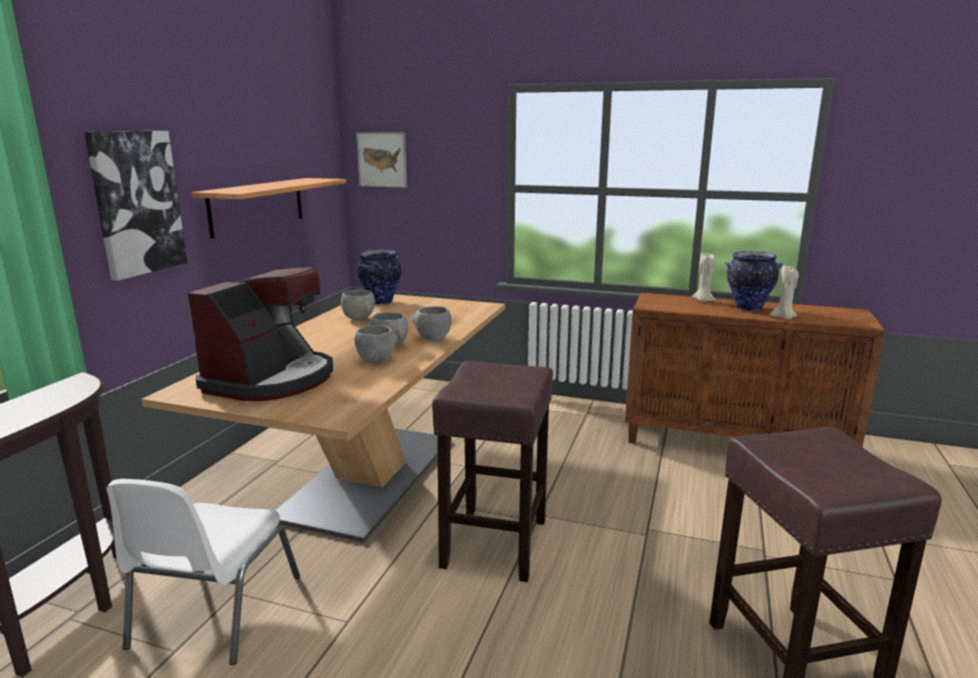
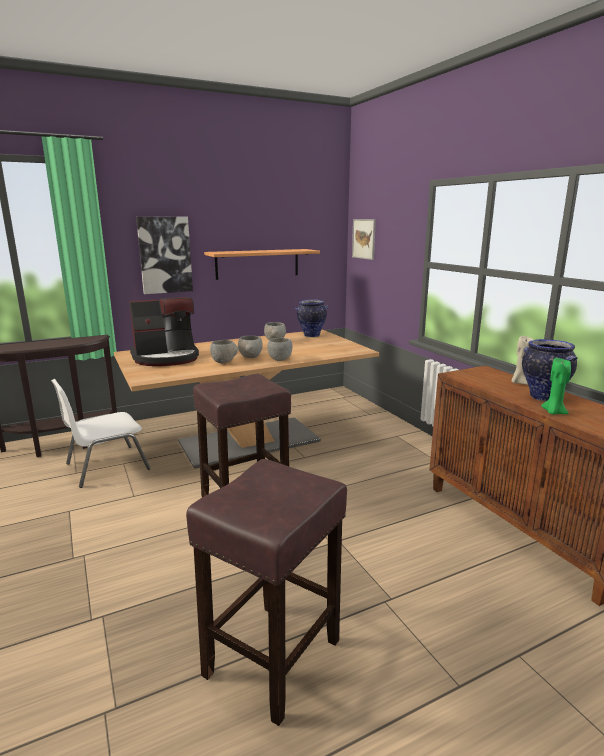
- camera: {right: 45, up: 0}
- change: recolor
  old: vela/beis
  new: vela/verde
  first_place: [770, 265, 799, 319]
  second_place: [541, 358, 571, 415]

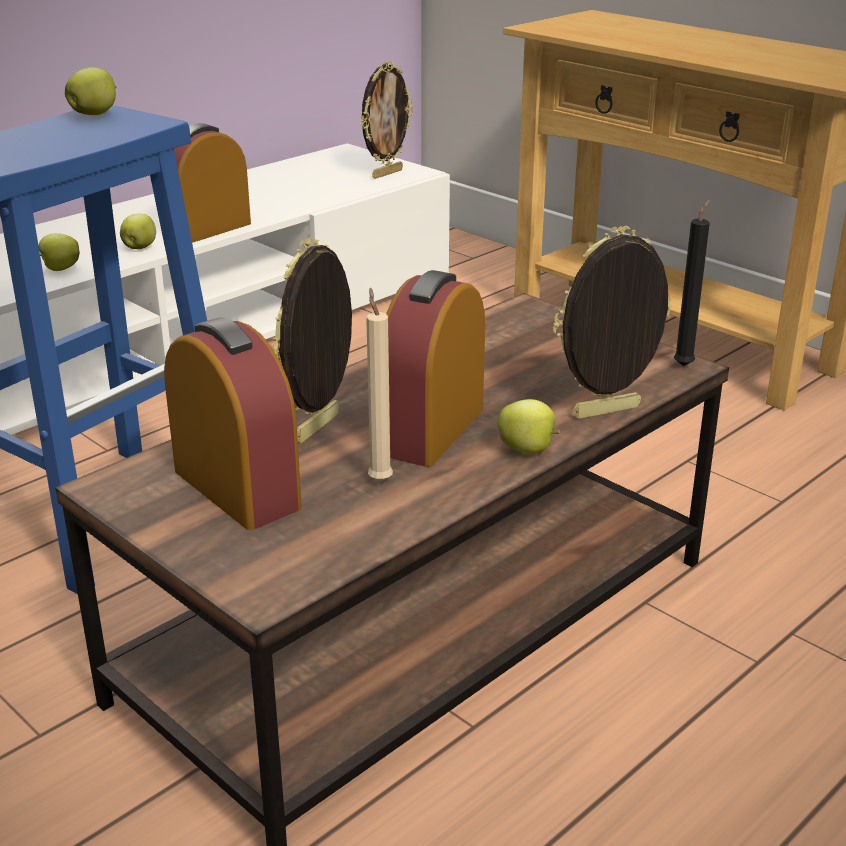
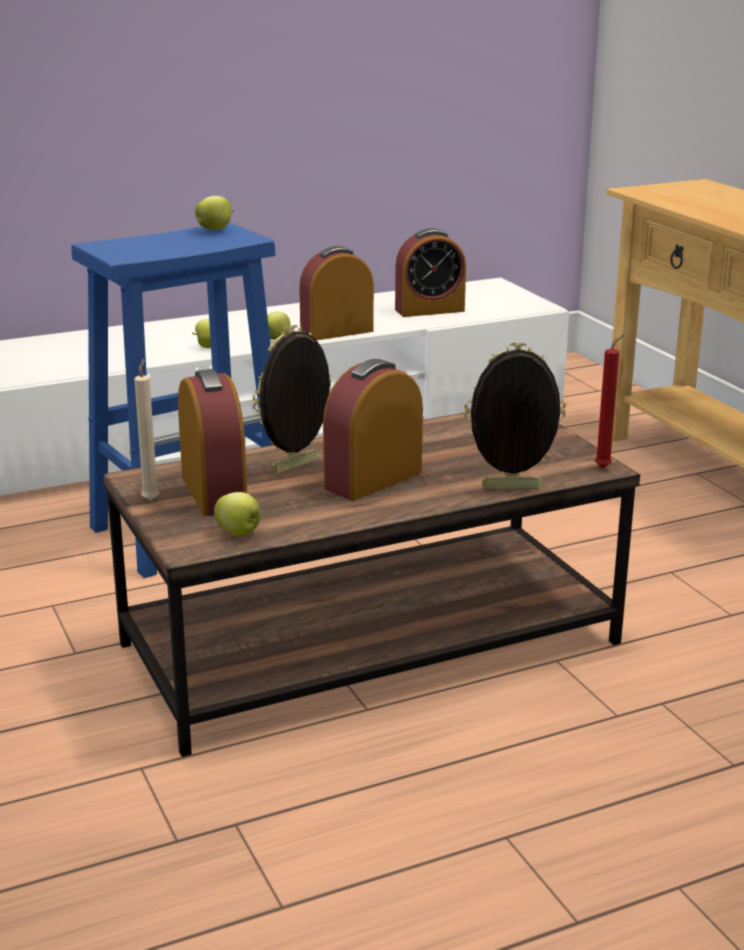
- camera: {right: 20, up: -5}
- change: delete
  old: portarretratos
  first_place: [361, 61, 414, 179]
- change: move
  old: vela/beis
  first_place: [366, 288, 393, 482]
  second_place: [134, 358, 159, 501]
- change: move
  old: manzana
  first_place: [498, 399, 560, 454]
  second_place: [214, 492, 261, 536]
- change: recolor
  old: vela/negro
  new: vela/rojo
  first_place: [674, 199, 710, 366]
  second_place: [595, 335, 624, 468]
- change: insert
  new: despertador
  second_place: [395, 228, 466, 317]

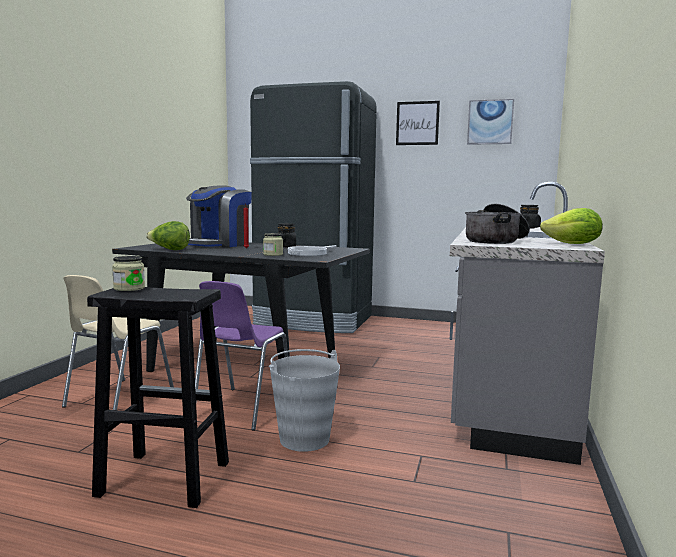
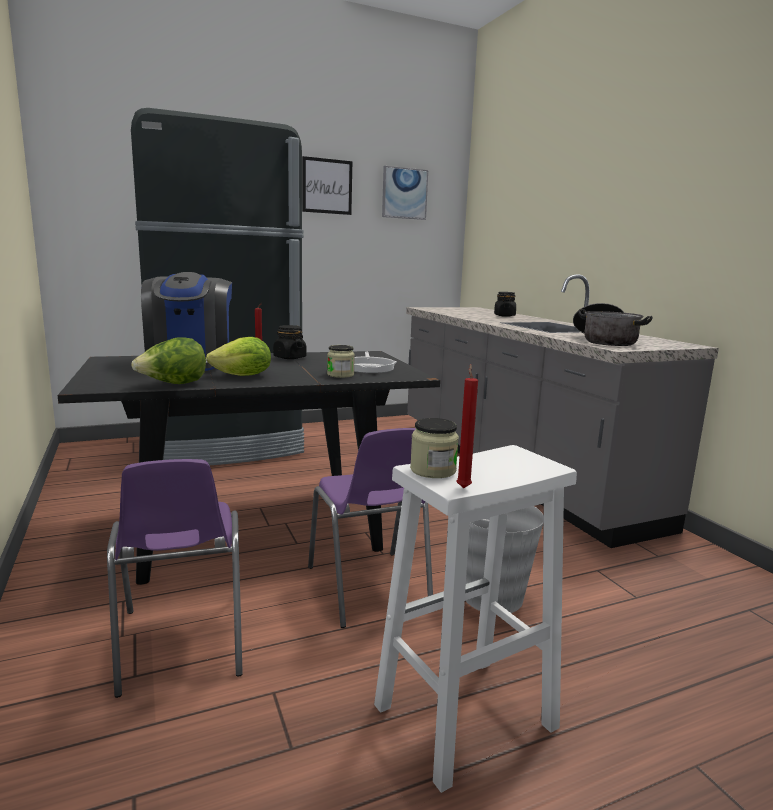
- camera: {right: -40, up: 5}
- change: recolor
  old: silla/beis
  new: silla/morado
  first_place: [62, 275, 174, 410]
  second_place: [107, 459, 243, 698]
- change: recolor
  old: taburete/negro
  new: taburete/blanco
  first_place: [87, 287, 229, 508]
  second_place: [374, 445, 577, 793]
- change: move
  old: lechuga
  first_place: [540, 208, 603, 244]
  second_place: [206, 337, 271, 376]
- change: insert
  new: vela/rojo
  second_place: [456, 364, 478, 488]

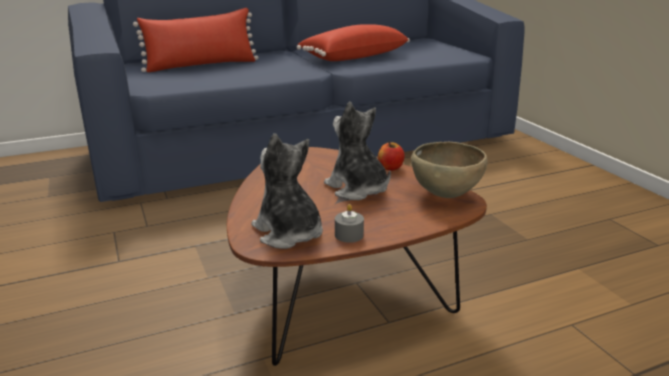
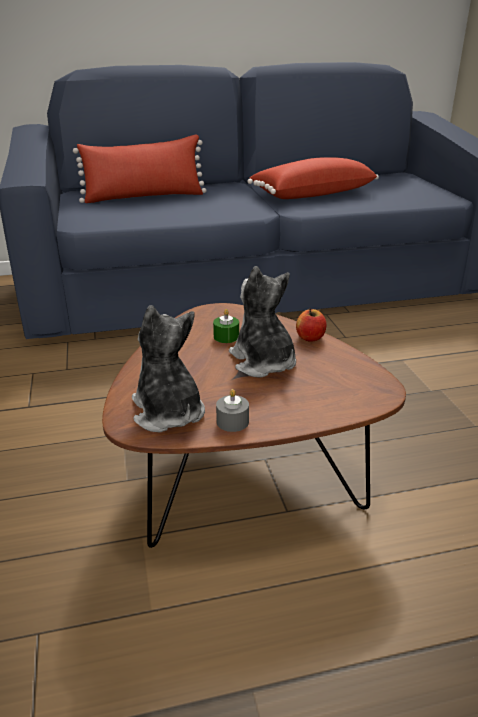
- camera: {right: 10, up: 5}
- change: delete
  old: cuenco/marrón
  first_place: [411, 142, 488, 198]
- change: insert
  new: vela/verde
  second_place: [213, 309, 239, 343]

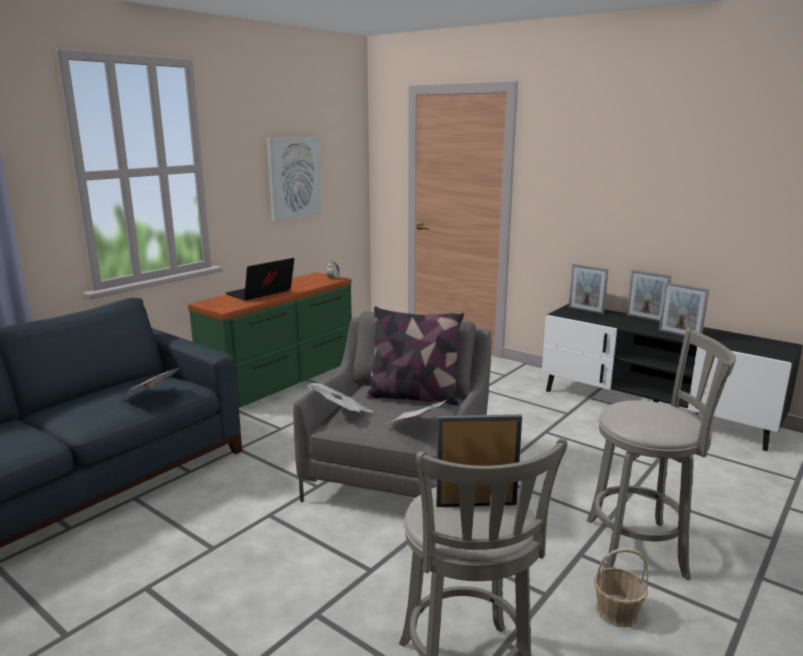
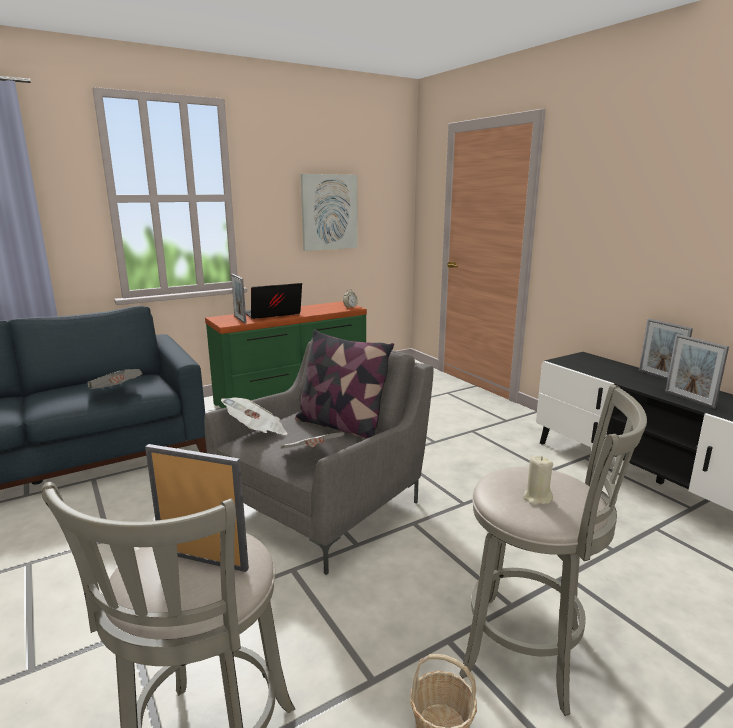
- camera: {right: 20, up: 0}
- change: move
  old: portarretratos
  first_place: [569, 264, 608, 315]
  second_place: [231, 274, 246, 323]
- change: insert
  new: vela/beis
  second_place: [523, 456, 553, 505]

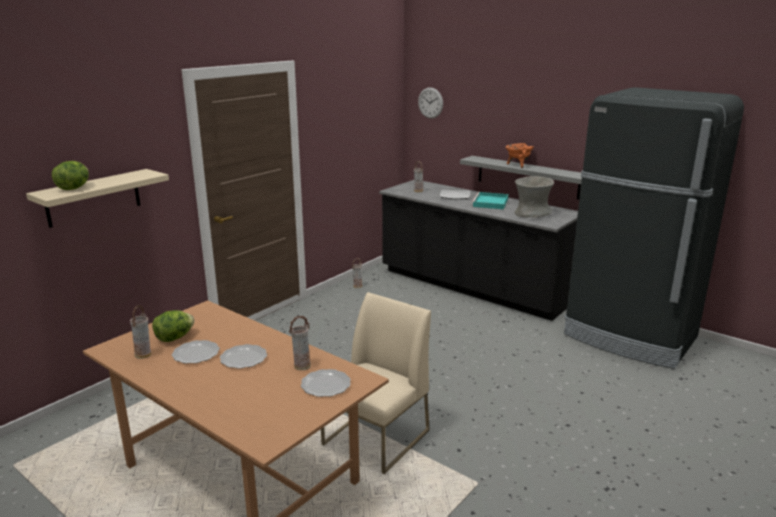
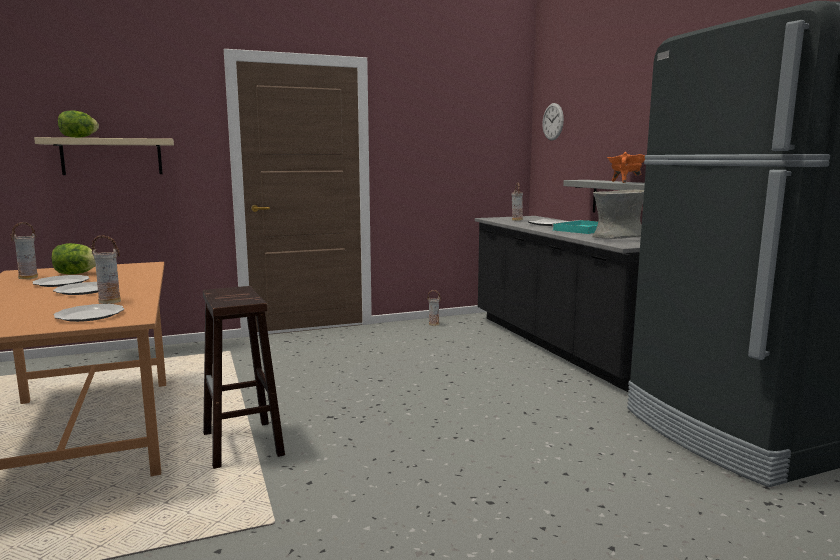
- camera: {right: 30, up: -10}
- change: replace
  old: silla/beis
  new: taburete/marrón
  first_place: [321, 292, 431, 474]
  second_place: [203, 286, 285, 469]

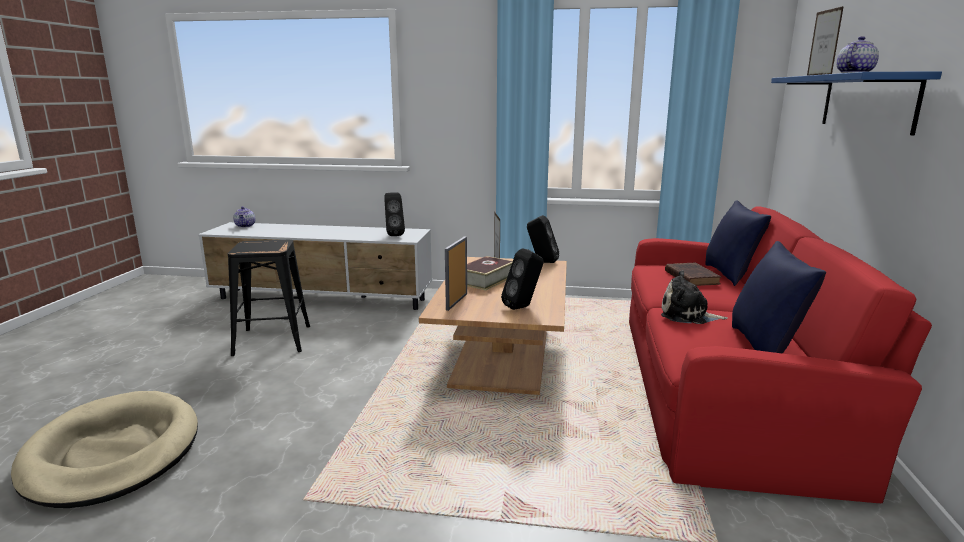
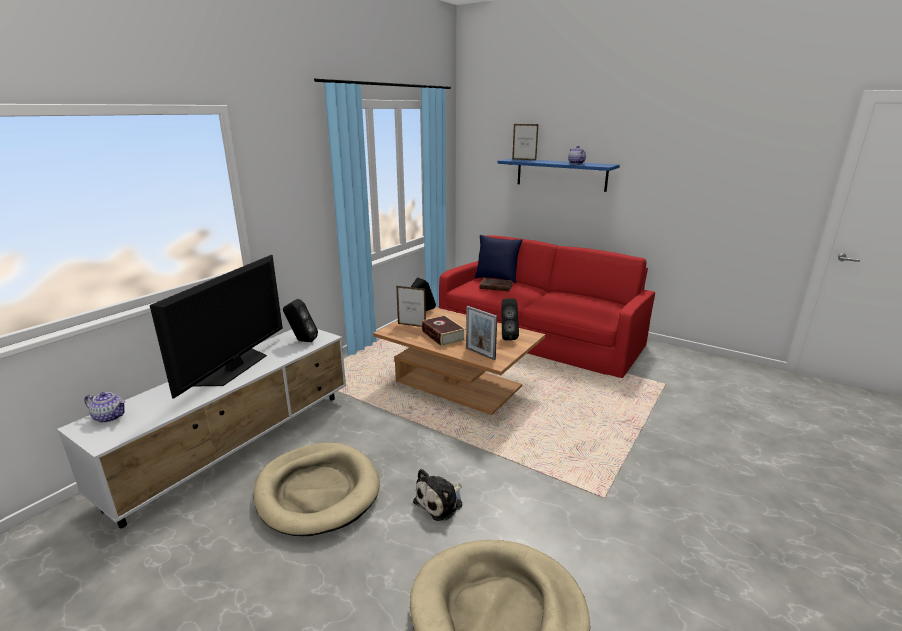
- camera: {right: -65, up: 5}
- change: replace
  old: taburete/negro
  new: cama para perro/beis
  first_place: [228, 240, 310, 356]
  second_place: [253, 443, 380, 536]
- change: move
  old: peluche
  first_place: [661, 270, 728, 324]
  second_place: [413, 469, 463, 521]
- change: delete
  old: cojín/azul
  first_place: [732, 241, 826, 354]
- change: insert
  new: televisor
  second_place: [150, 255, 283, 399]

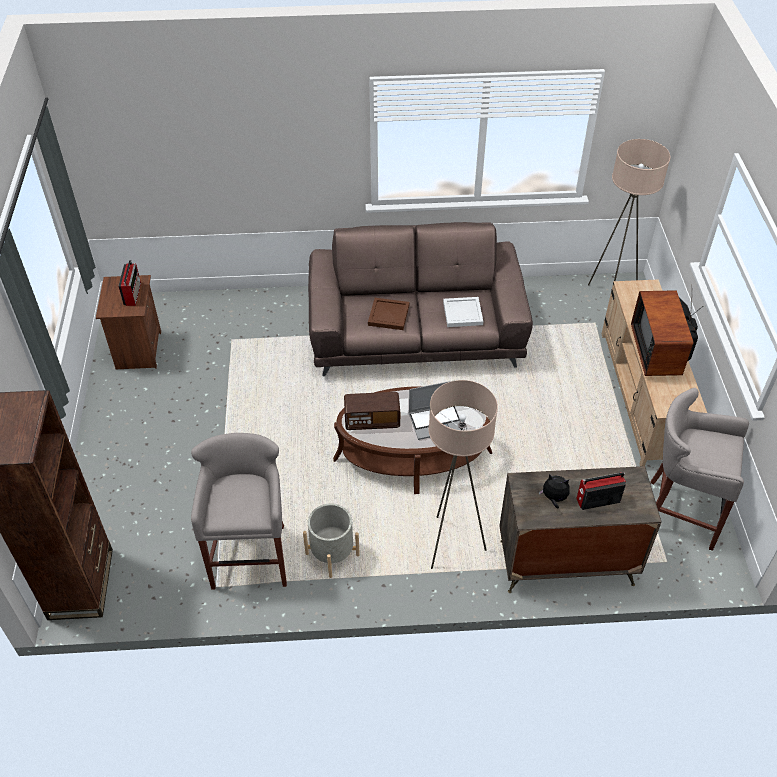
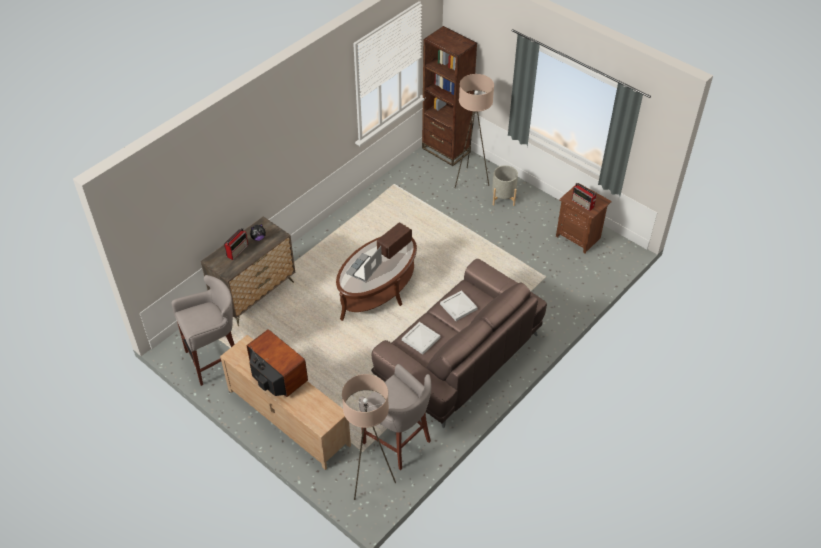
- camera: {right: 135, up: 0}
- change: move
  old: taburete/gris
  first_place: [191, 433, 287, 590]
  second_place: [359, 364, 432, 470]
- change: move
  old: maceta/gris
  first_place: [303, 503, 360, 578]
  second_place: [492, 165, 518, 206]
- change: recolor
  old: bandeja/marrón
  new: bandeja/blanco
  first_place: [368, 298, 409, 330]
  second_place: [440, 290, 478, 321]
- change: move
  old: lámpara de pie/beis
  first_place: [429, 380, 498, 569]
  second_place: [455, 74, 494, 188]

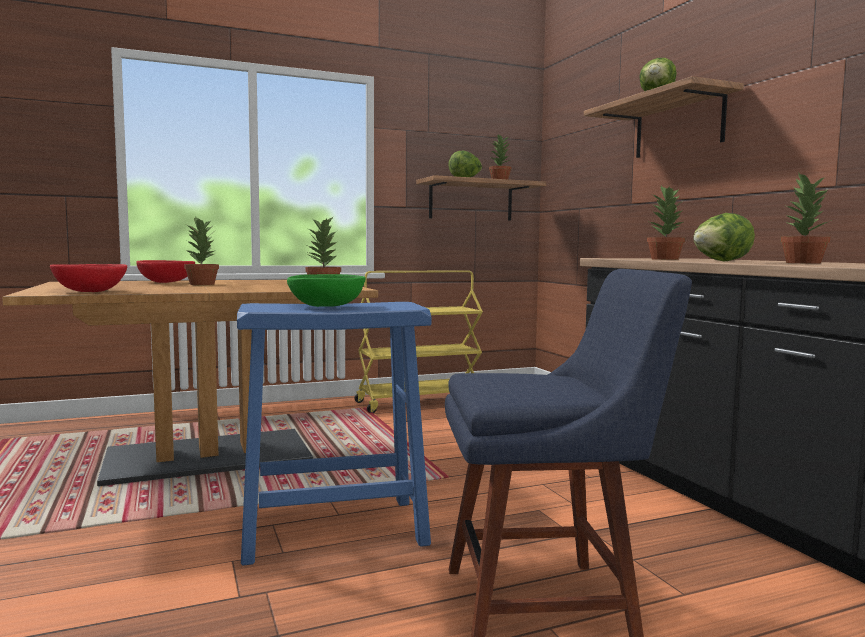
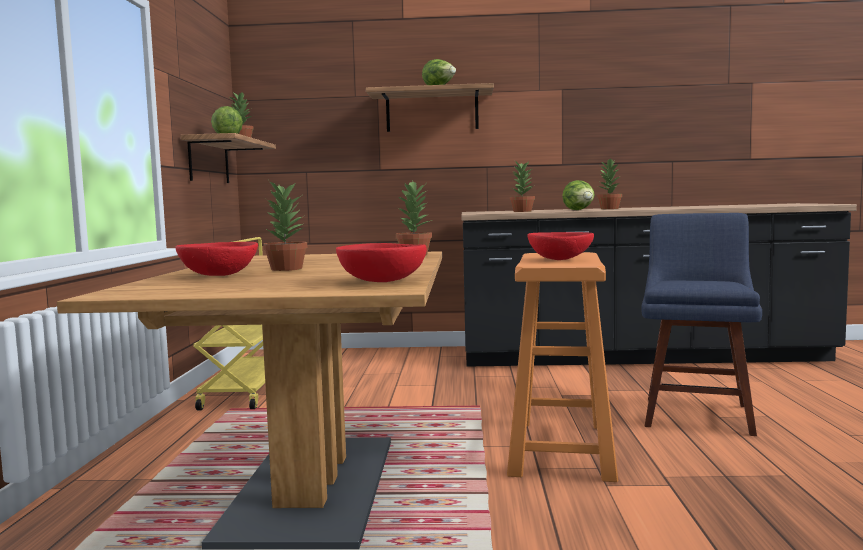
- camera: {right: -65, up: 0}
- change: recolor
  old: taburete/azul
  new: taburete/naranja
  first_place: [237, 302, 431, 566]
  second_place: [507, 252, 618, 482]
- change: recolor
  old: cuenco/verde
  new: cuenco/rojo
  first_place: [287, 274, 365, 307]
  second_place: [528, 232, 594, 260]

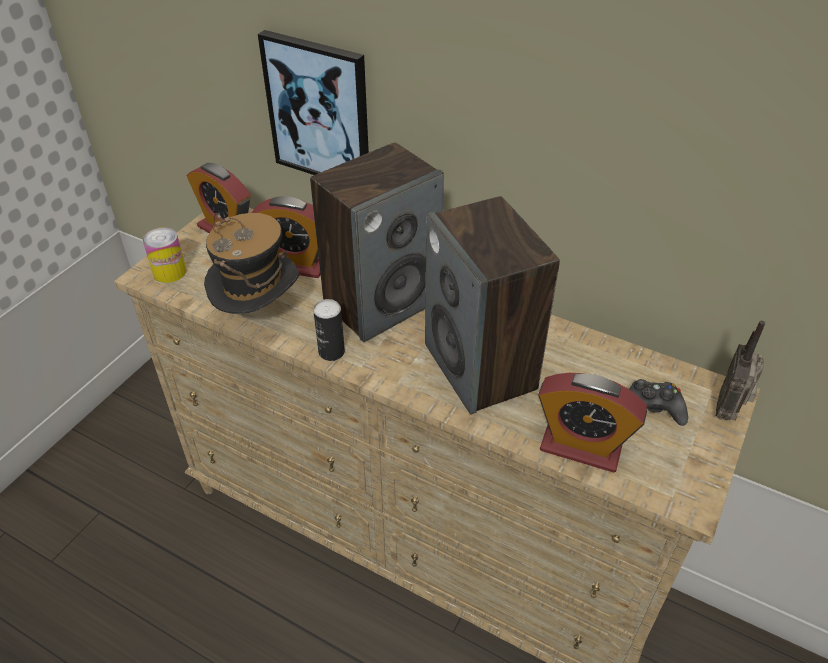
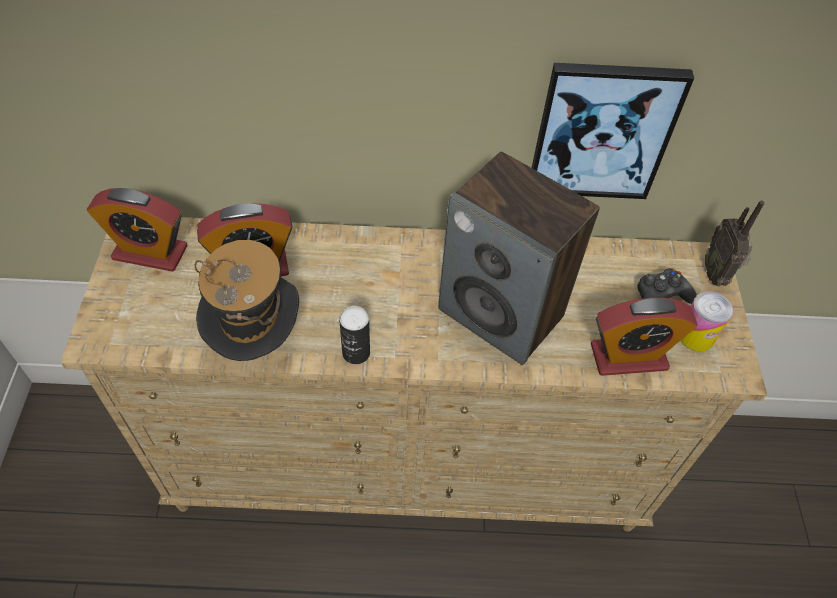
- camera: {right: -30, up: 10}
- change: move
  old: lata
  first_place: [143, 227, 187, 283]
  second_place: [681, 291, 733, 351]
- change: move
  old: cuadro
  first_place: [258, 30, 369, 175]
  second_place: [532, 63, 694, 199]
- change: delete
  old: altavoz
  first_place: [310, 142, 444, 342]

